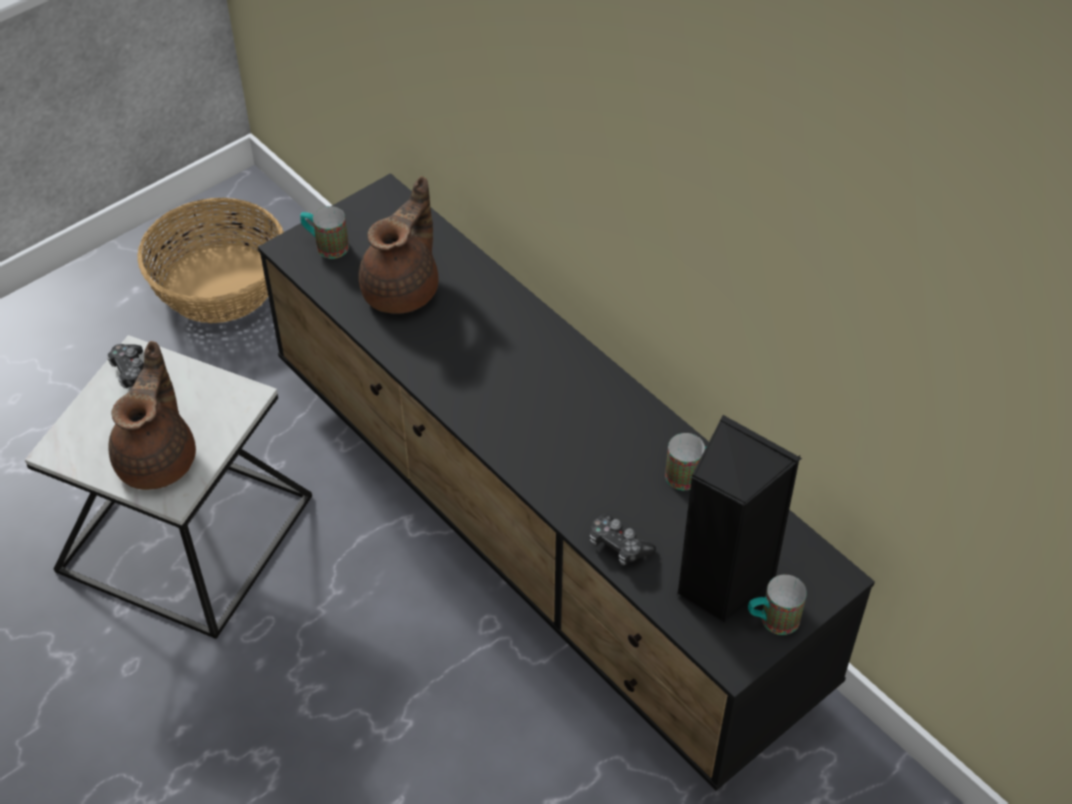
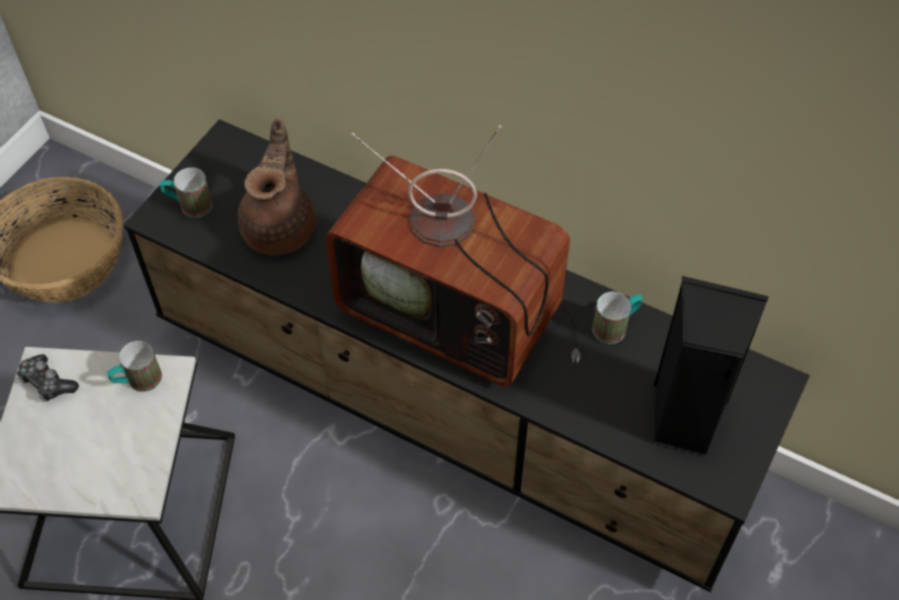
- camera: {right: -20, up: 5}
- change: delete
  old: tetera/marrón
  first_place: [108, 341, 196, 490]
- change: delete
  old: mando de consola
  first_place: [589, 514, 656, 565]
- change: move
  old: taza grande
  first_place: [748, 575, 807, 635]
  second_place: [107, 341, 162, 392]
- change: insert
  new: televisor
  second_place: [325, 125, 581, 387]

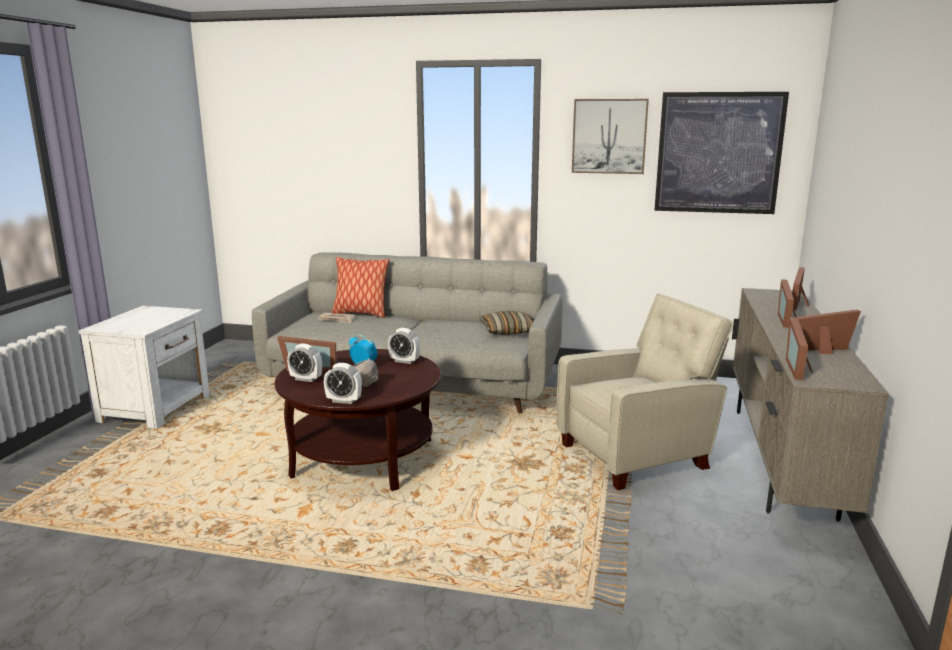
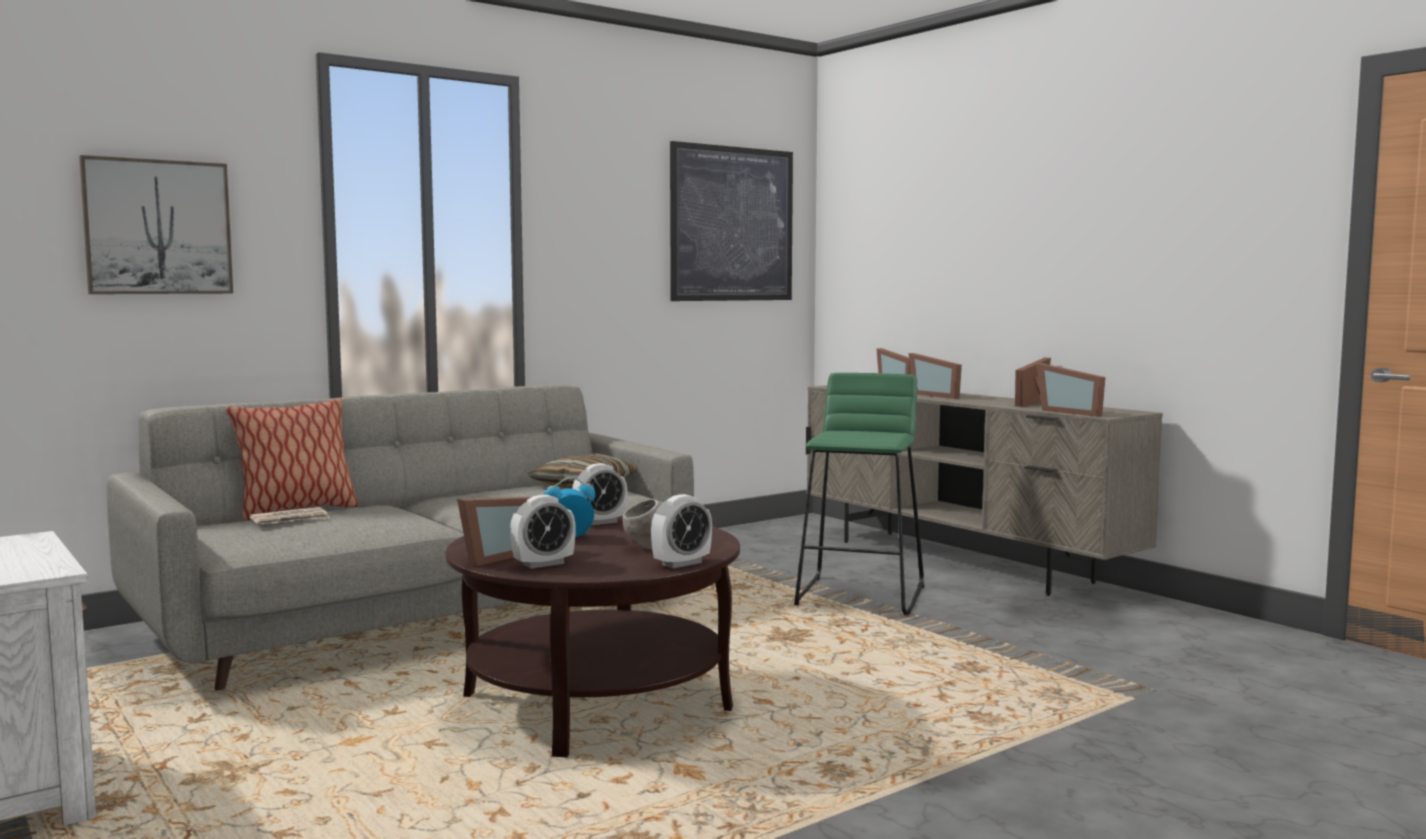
- camera: {right: -50, up: -10}
- change: replace
  old: sillón/beis
  new: taburete/verde
  first_place: [556, 294, 734, 490]
  second_place: [794, 373, 924, 615]
- change: move
  old: cuadro
  first_place: [572, 99, 649, 174]
  second_place: [79, 155, 233, 294]

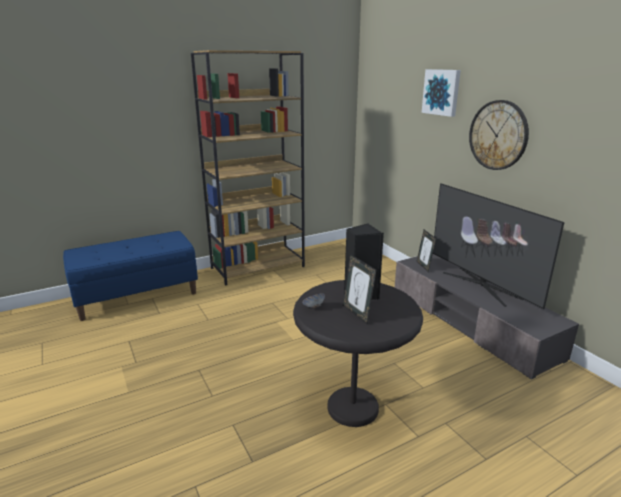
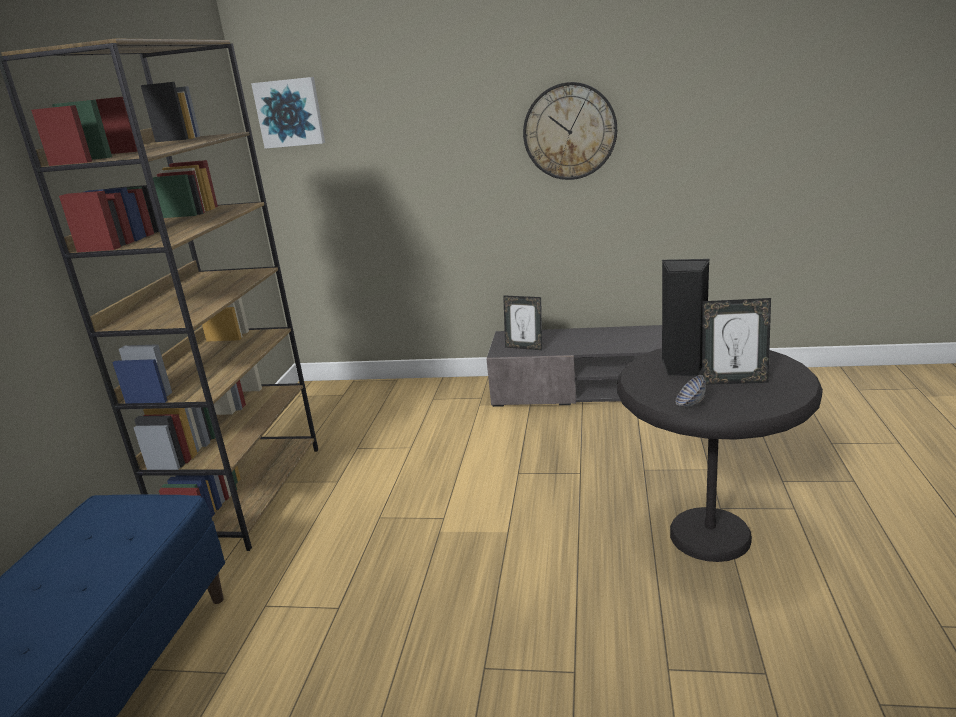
- camera: {right: -50, up: 0}
- change: move
  old: cuadro
  first_place: [421, 69, 461, 117]
  second_place: [251, 77, 325, 149]
- change: delete
  old: televisor
  first_place: [433, 183, 564, 309]

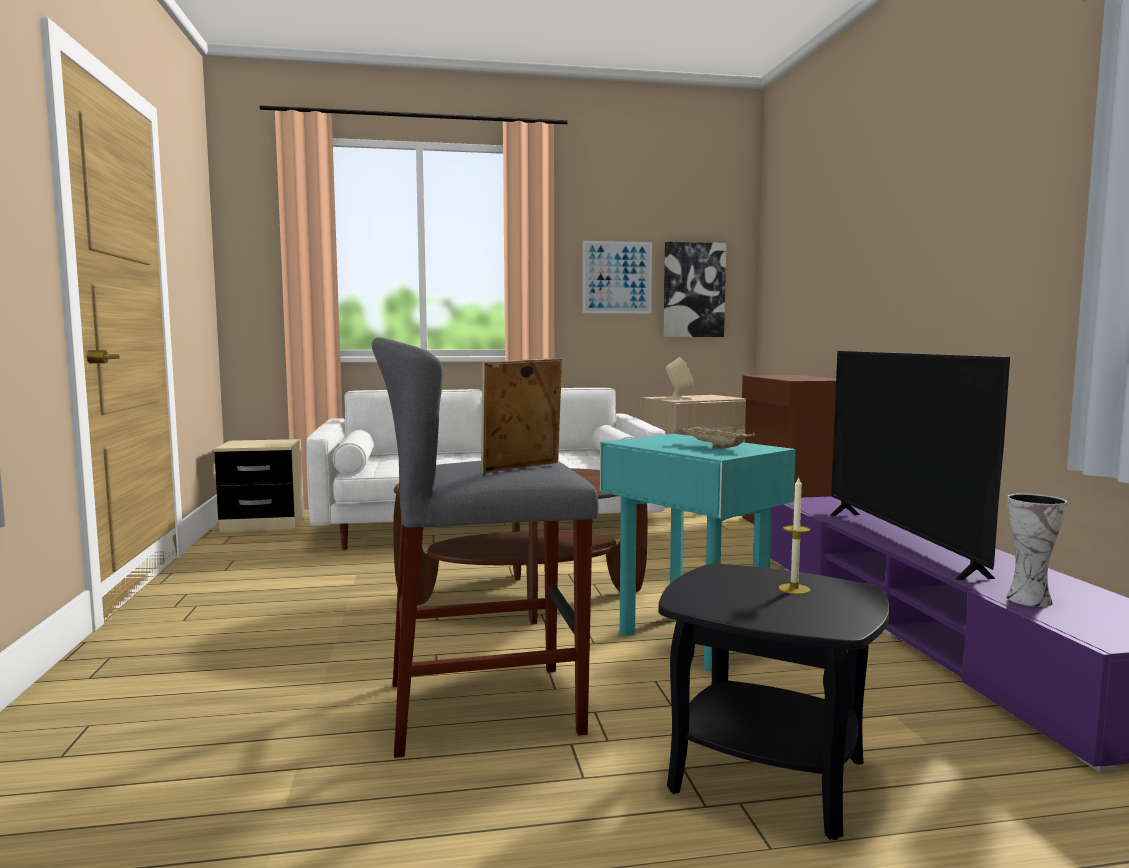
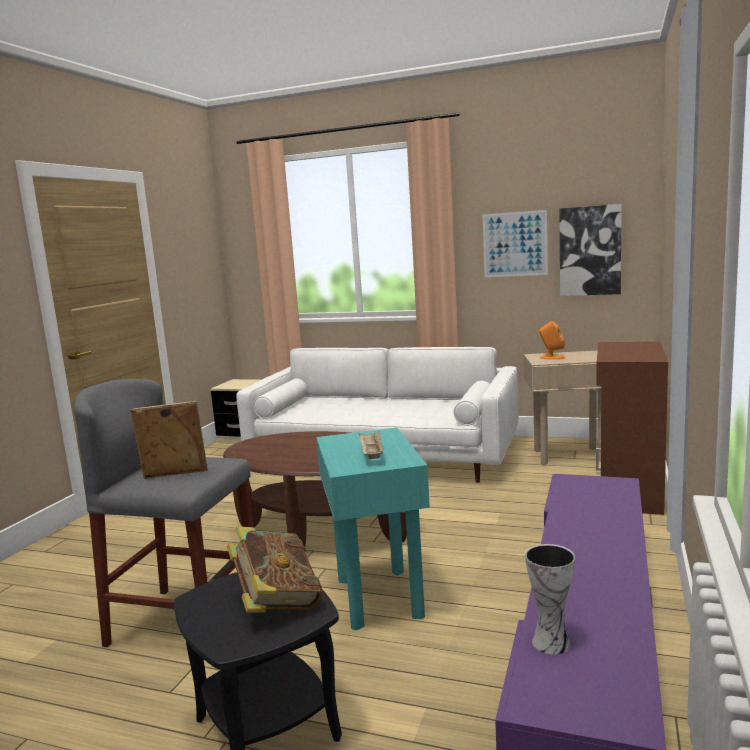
- camera: {right: 30, up: 5}
- change: recolor
  old: altavoz/beis
  new: altavoz/naranja
  first_place: [666, 357, 694, 399]
  second_place: [539, 321, 566, 360]
- change: replace
  old: vela
  new: libro
  first_place: [779, 476, 810, 594]
  second_place: [227, 526, 322, 613]
- change: delete
  old: televisor
  first_place: [830, 351, 1010, 580]

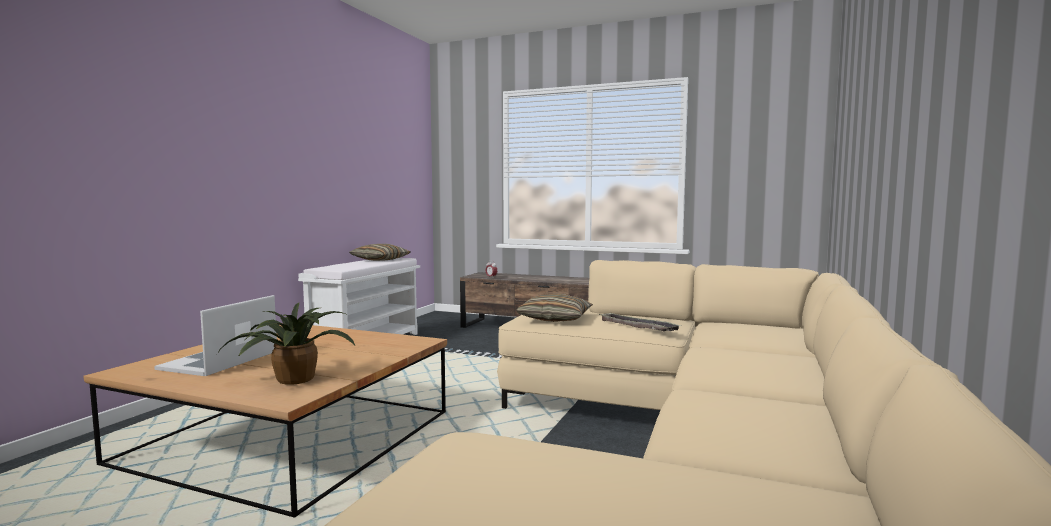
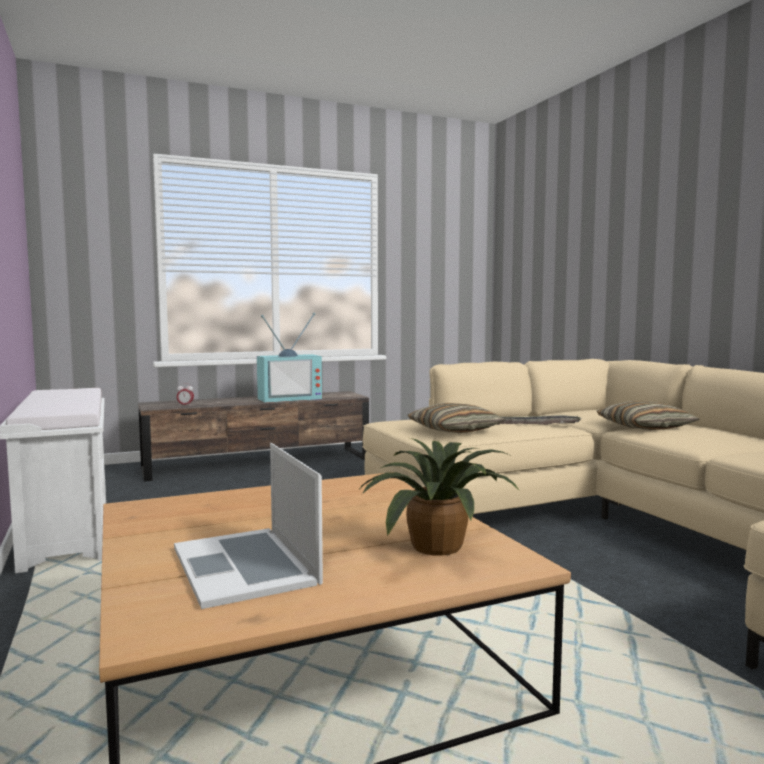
- camera: {right: -45, up: 0}
- change: move
  old: cojín
  first_place: [349, 244, 411, 261]
  second_place: [597, 401, 700, 430]
- change: insert
  new: televisor
  second_place: [257, 313, 322, 403]

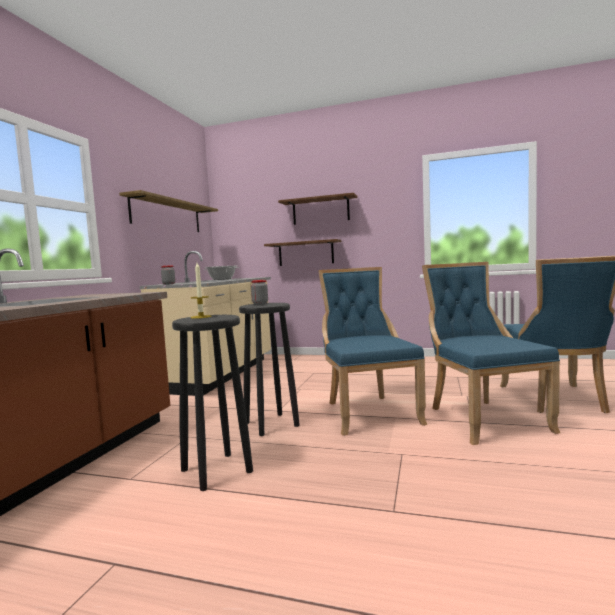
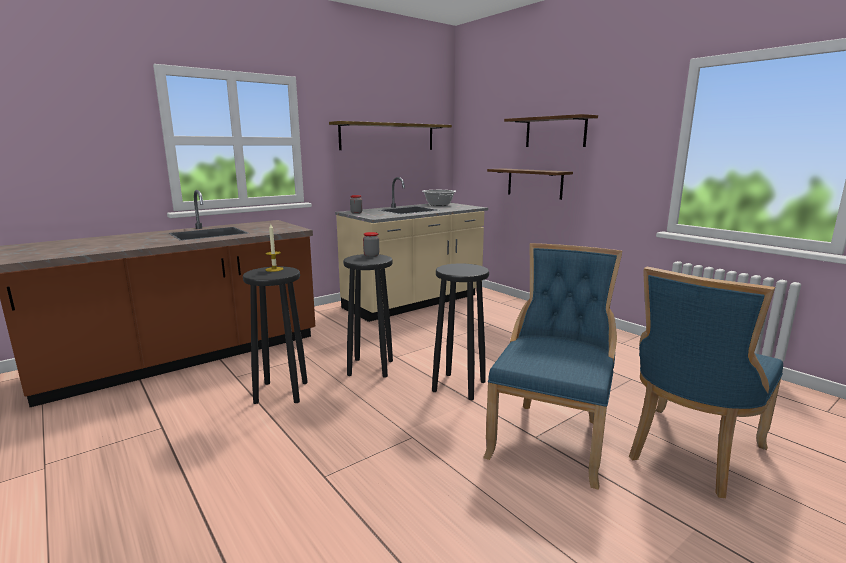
- camera: {right: 35, up: 10}
- change: replace
  old: silla/azul
  new: taburete/negro
  first_place: [318, 267, 427, 436]
  second_place: [432, 263, 489, 400]

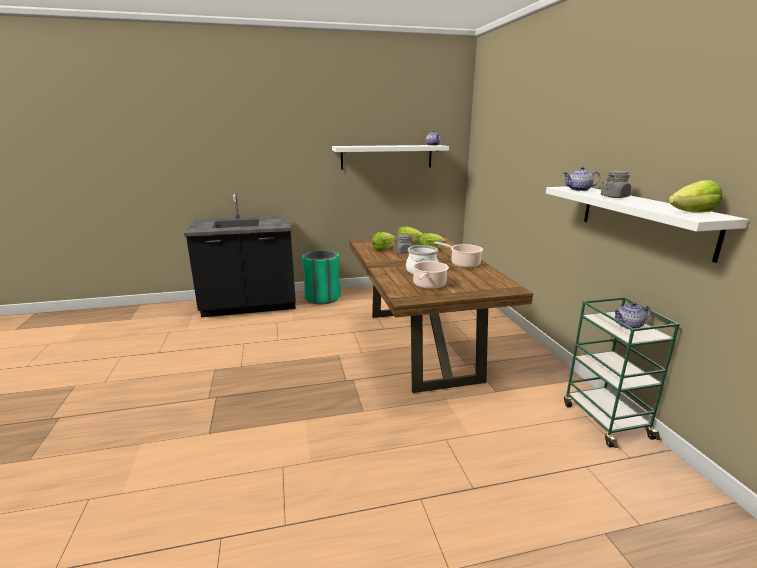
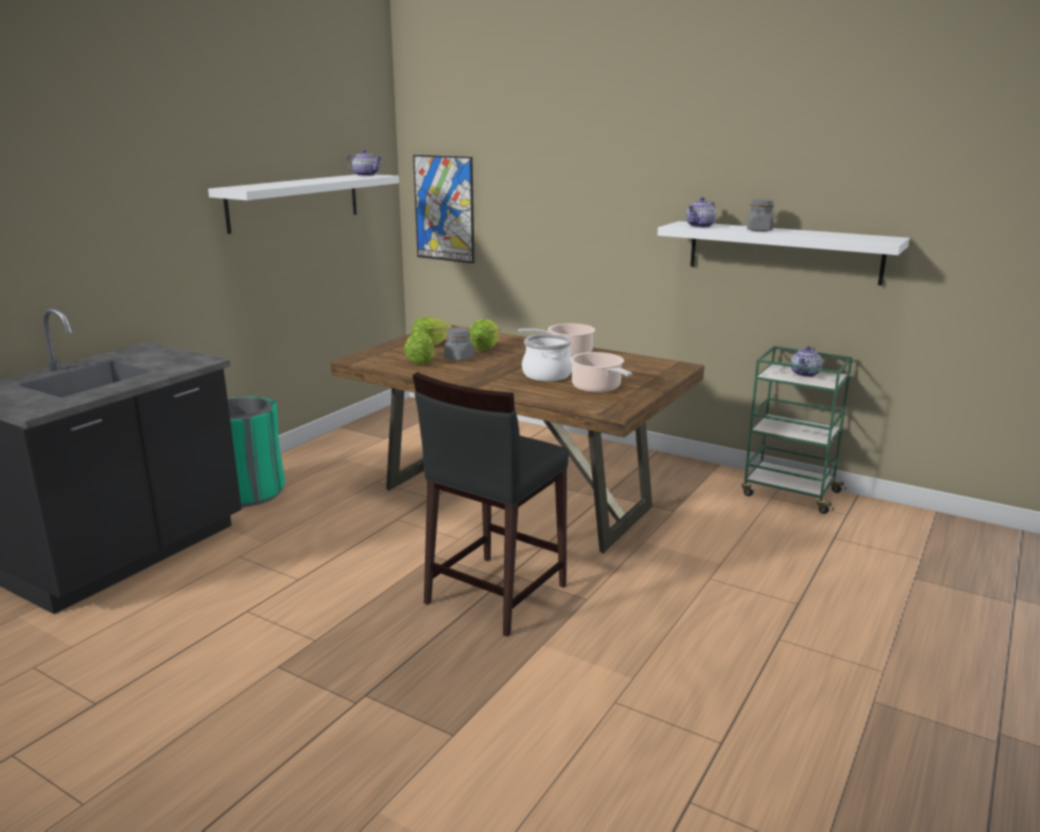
- camera: {right: -45, up: 0}
- change: delete
  old: lechuga
  first_place: [669, 180, 723, 213]
- change: insert
  new: taburete/negro
  second_place: [412, 372, 569, 637]
- change: insert
  new: cuadro
  second_place: [413, 155, 474, 263]

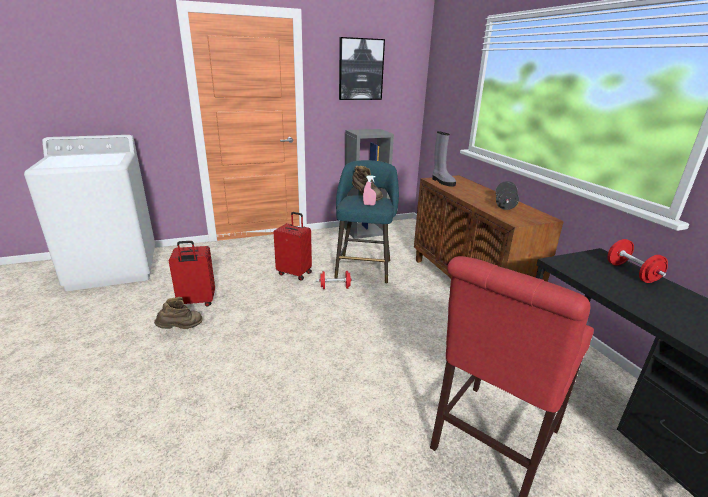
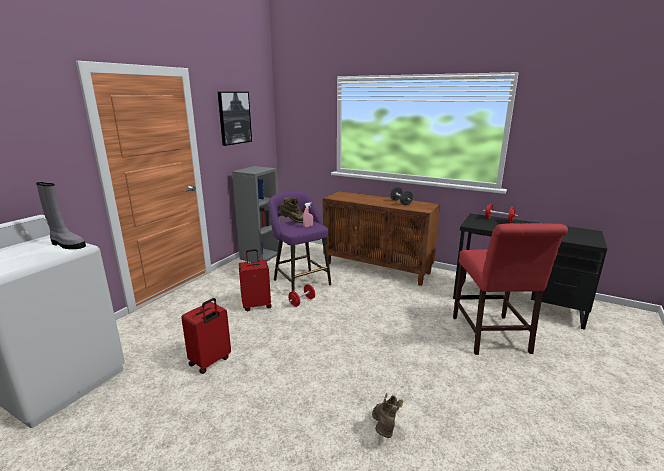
- camera: {right: -40, up: -5}
- change: move
  old: bota/marrón
  first_place: [154, 297, 203, 329]
  second_place: [372, 393, 403, 438]
- change: recolor
  old: taburete/turquesa
  new: taburete/morado
  first_place: [334, 160, 399, 284]
  second_place: [269, 191, 331, 291]
- change: move
  old: bota/gris
  first_place: [432, 131, 456, 187]
  second_place: [36, 182, 86, 249]

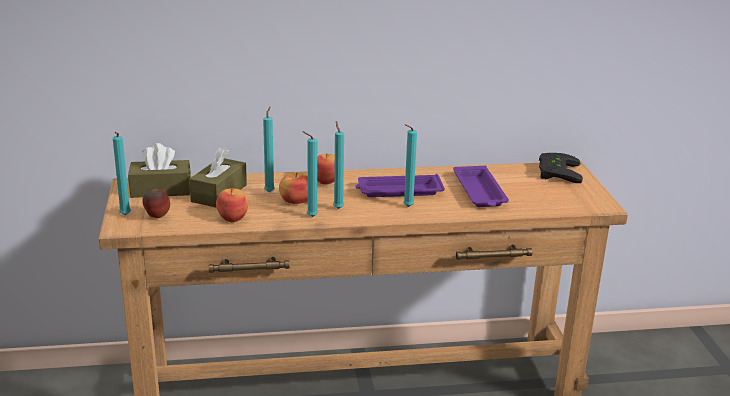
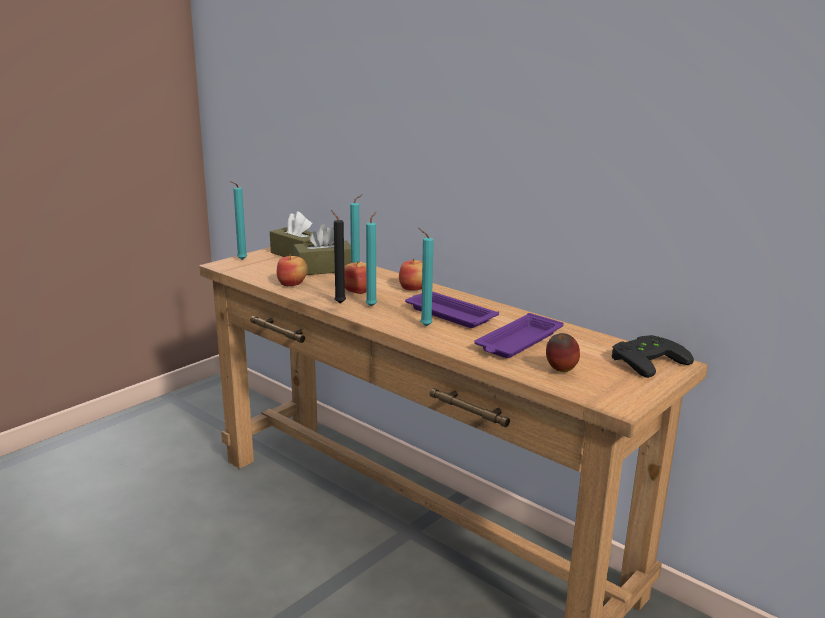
- camera: {right: 50, up: -5}
- change: move
  old: manzana
  first_place: [142, 187, 170, 218]
  second_place: [546, 333, 580, 372]
- change: recolor
  old: vela/turquesa
  new: vela/negro
  first_place: [302, 131, 318, 217]
  second_place: [331, 210, 346, 304]

